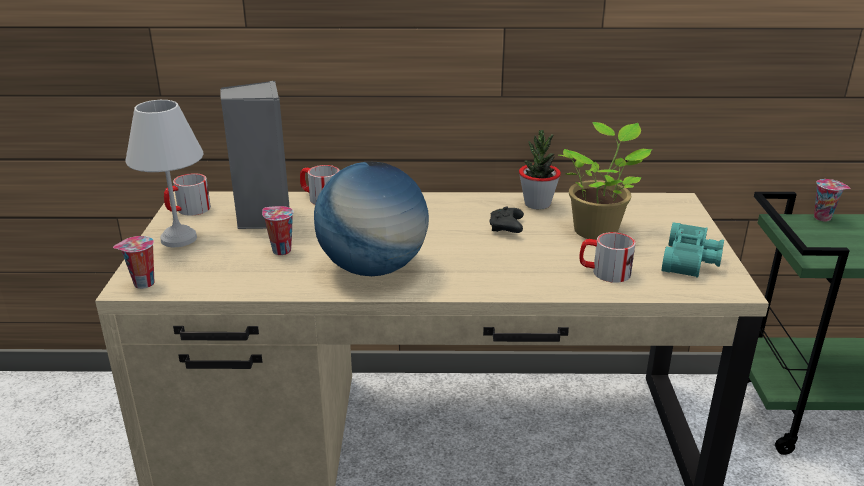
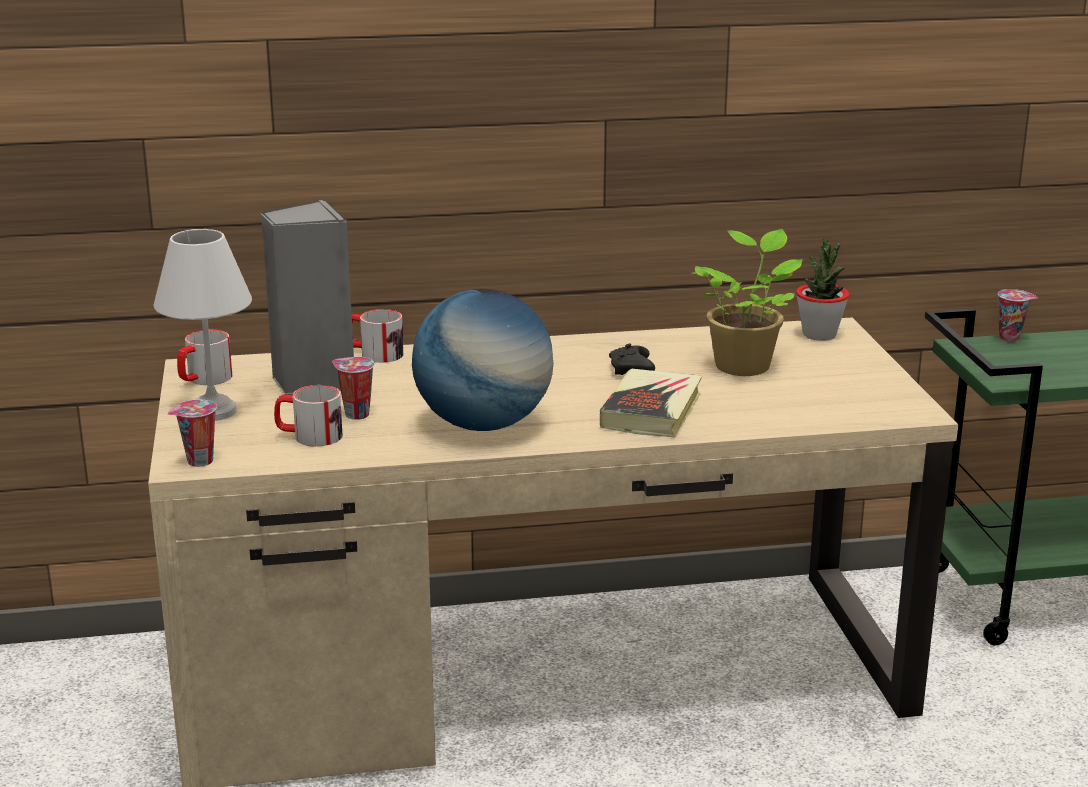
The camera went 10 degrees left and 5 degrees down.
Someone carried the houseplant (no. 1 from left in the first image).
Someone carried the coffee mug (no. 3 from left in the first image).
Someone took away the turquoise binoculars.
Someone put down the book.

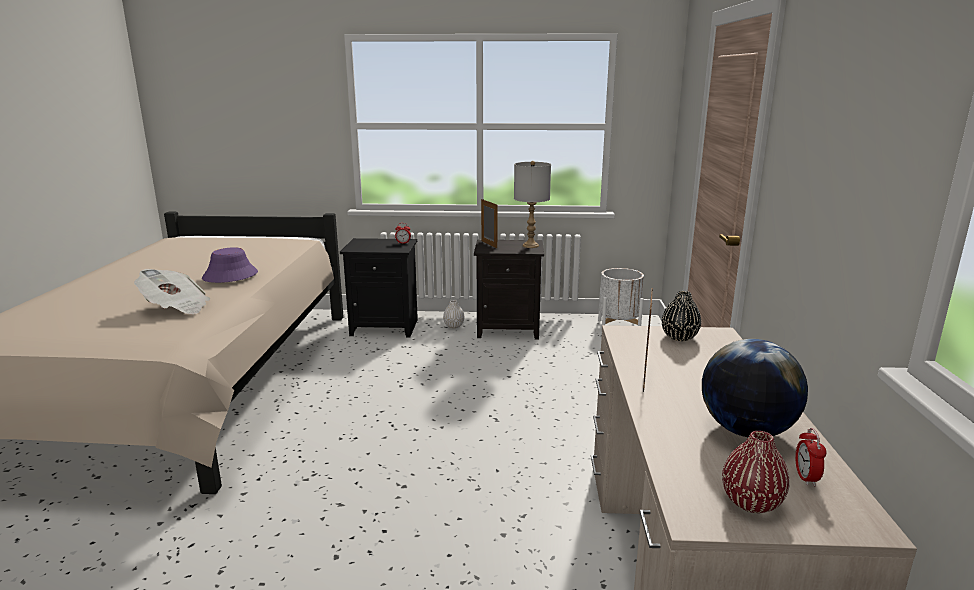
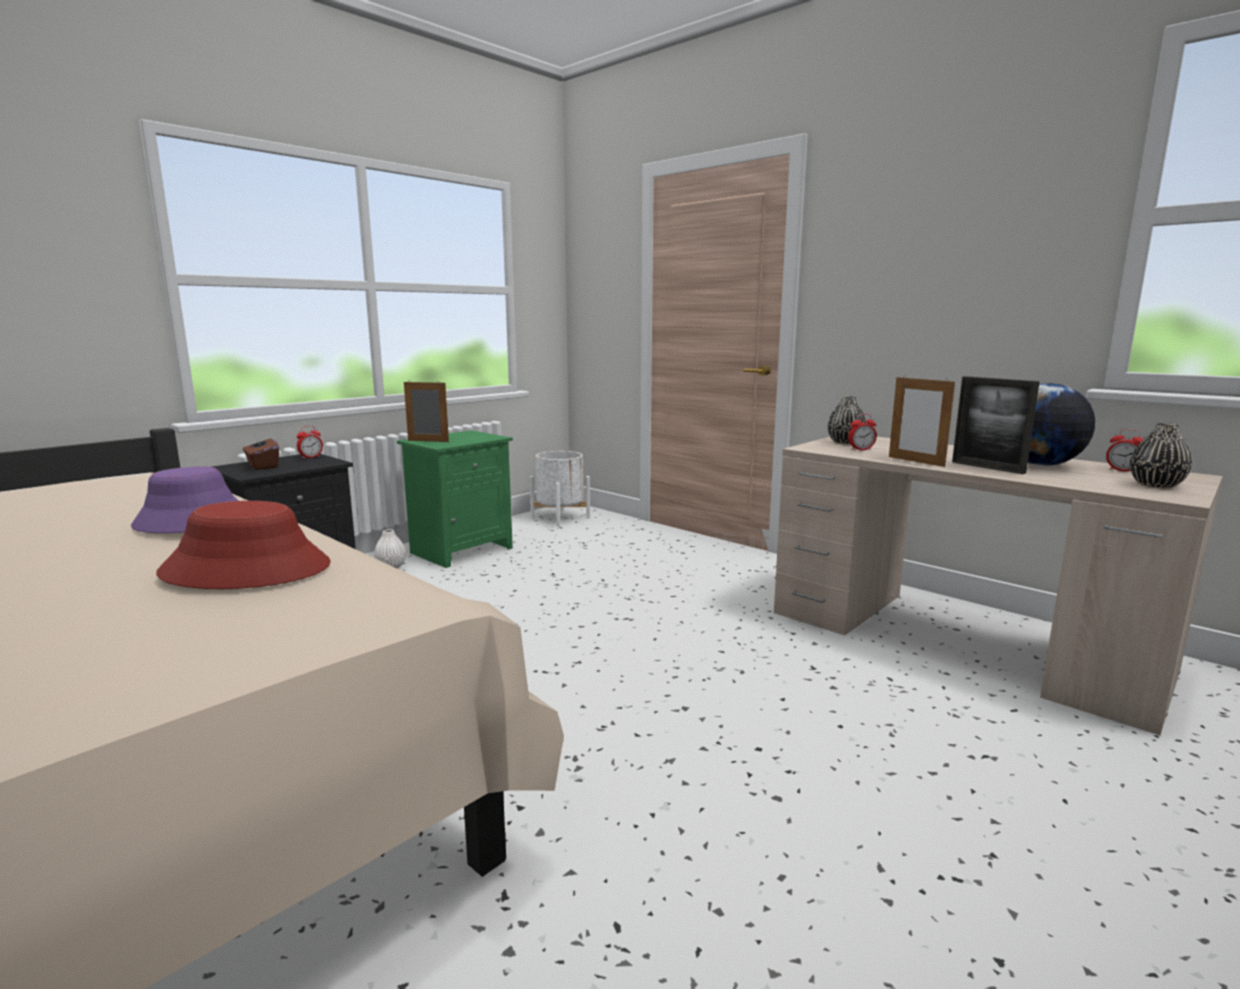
The camera went 50 degrees left and 5 degrees down.
Someone swapped the printed paper for the red-coloured hat.
Someone repainted the black bedside table (no. 2 from left), which became the greenish bedside table.
Someone took away the gray lamp for a table.
Someone repainted the red-coloured decorative vase, which became the black decorative vase (no. 2 from left).
Someone put down the brown-coloured tissue box.
Someone put down the alarm clock (no. 2 from left).
Someone put down the photo frame (no. 3 from left).

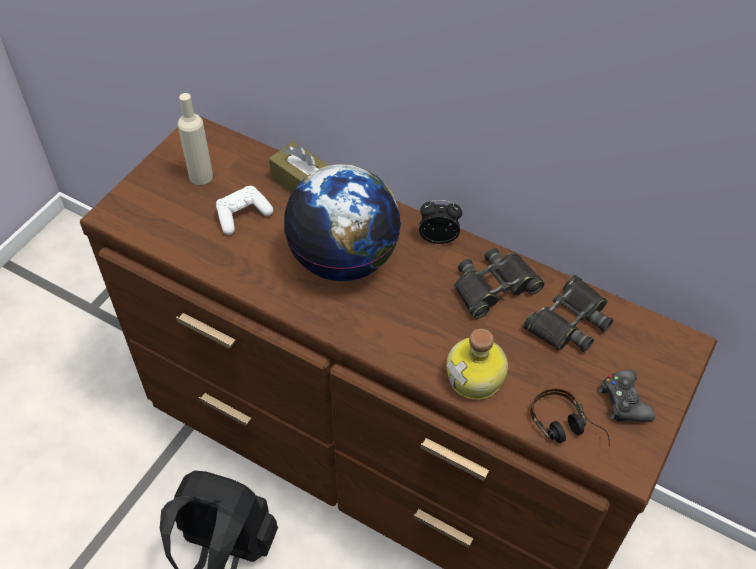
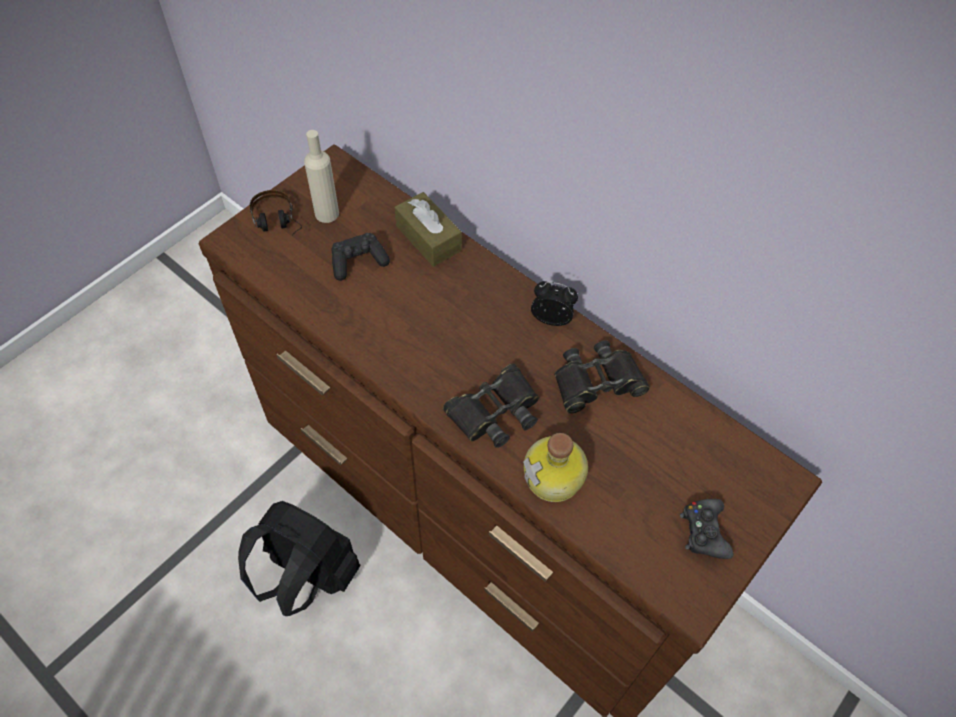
The camera went 10 degrees right and 5 degrees up.
Someone repainted the white game controller, which became the black game controller (no. 1 from left).
Someone took away the world globe.
Someone carried the black binoculars (no. 2 from left in the first image).
Someone carried the pair of headphones.

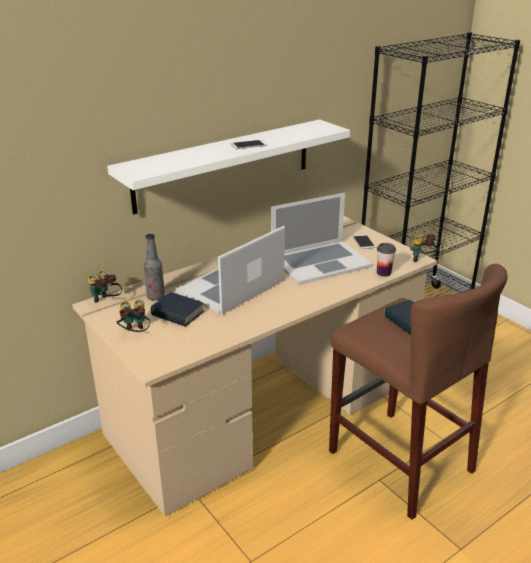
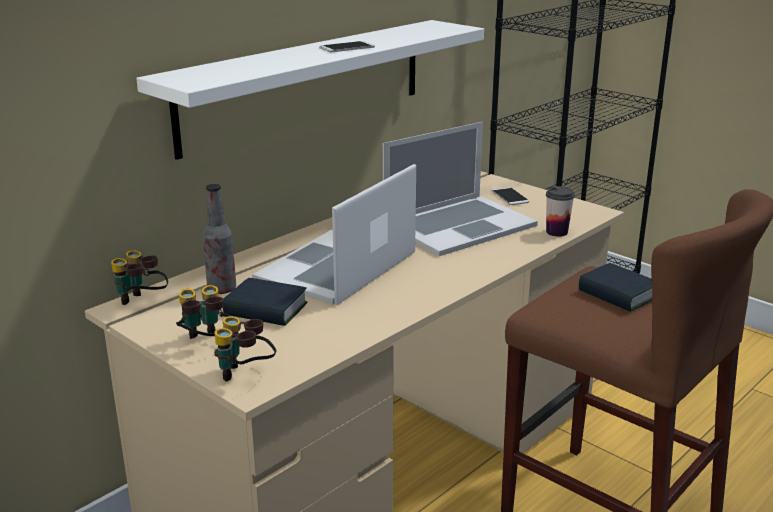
The camera went 10 degrees left and 5 degrees down.
Someone carried the binoculars (no. 3 from left).

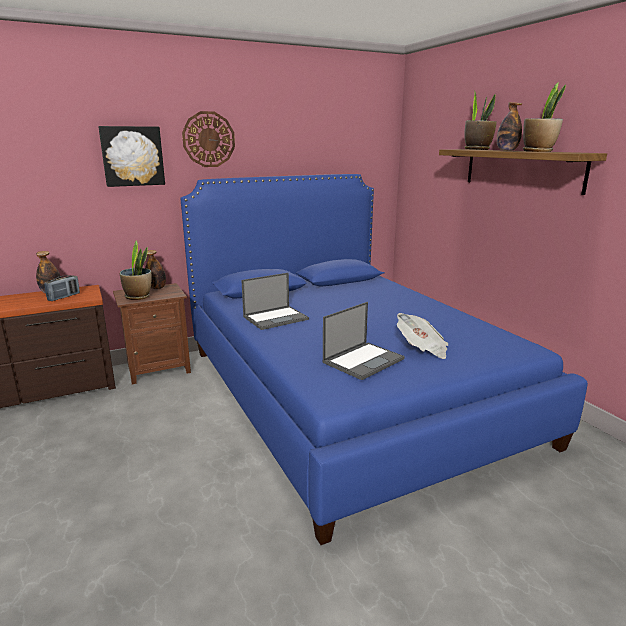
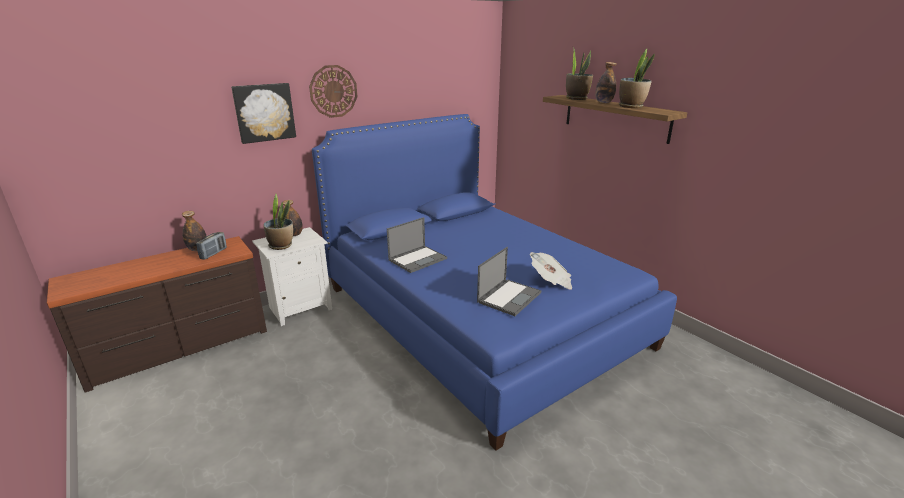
The camera went 10 degrees left and 5 degrees up.
Someone repainted the brown-coloured bedside table, which became the white bedside table.

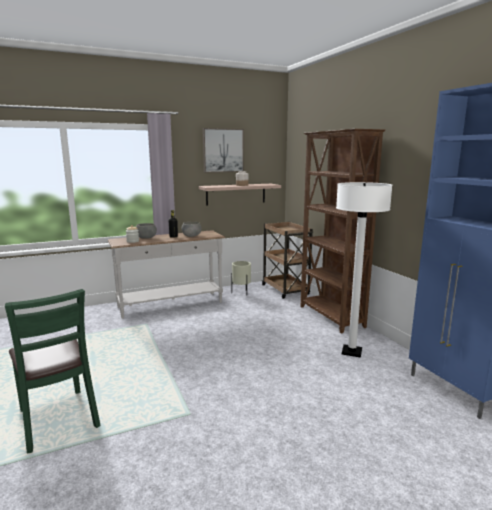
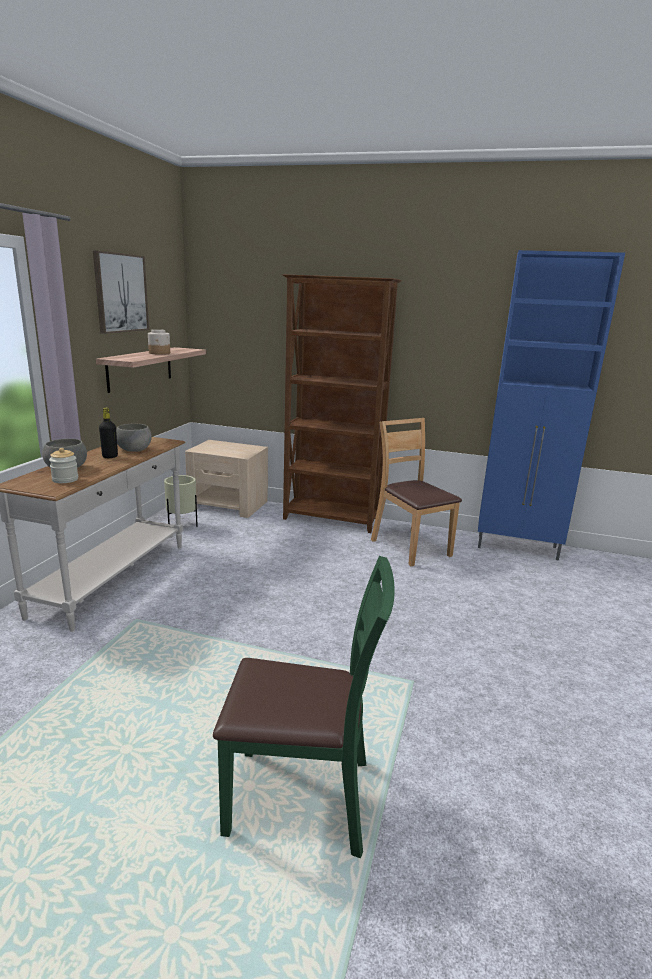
The camera went 50 degrees left and 5 degrees up.
Someone swapped the brown-coloured cart for the beige-coloured bedside table.
Someone swapped the white standing lamp for the brown-coloured upright chair.

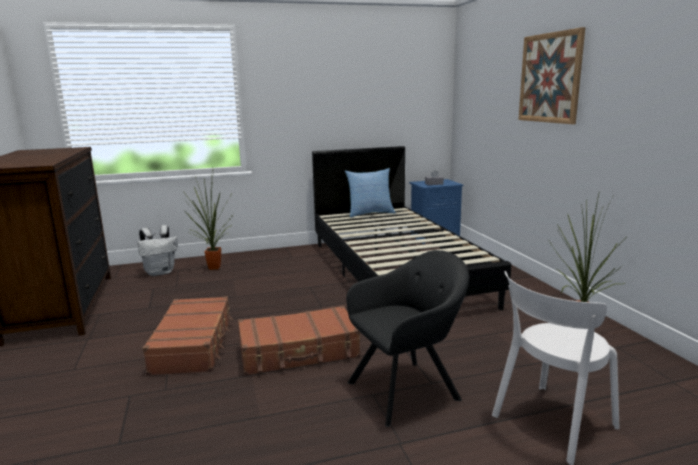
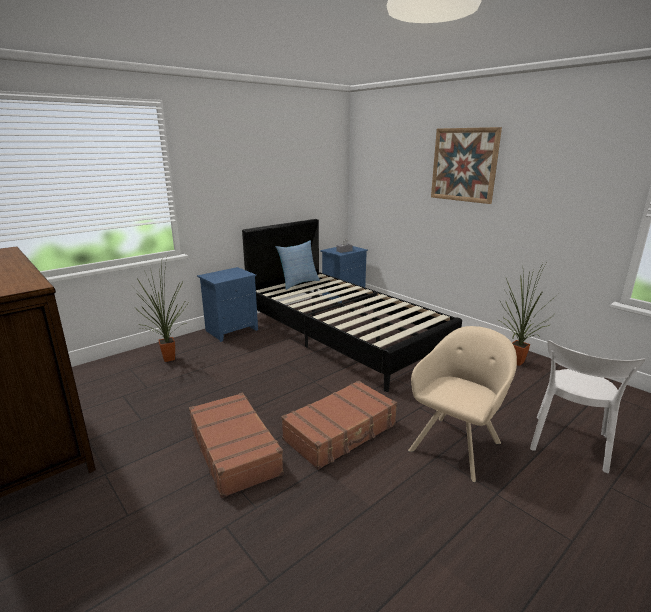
The camera went 25 degrees left and 5 degrees up.
Someone took away the white backpack.
Someone repainted the black easy chair, which became the beige-coloured easy chair.
Someone put down the blue bedside table (no. 1 from left).

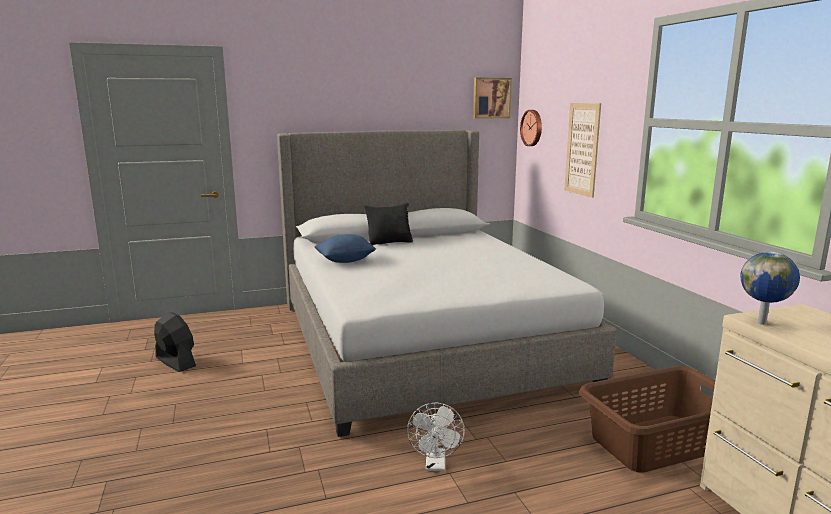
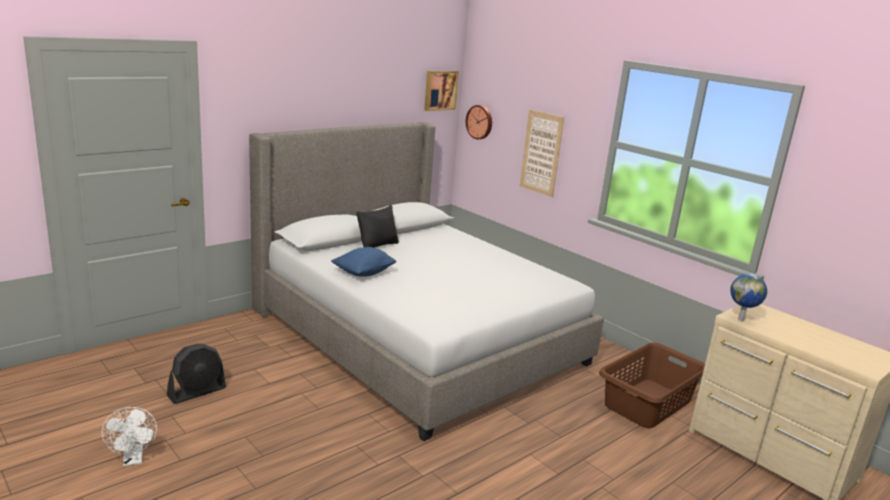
The camera went 25 degrees left and 5 degrees up.
Someone rotated the black cooling fan by 120 degrees clockwise.
Someone carried the white cooling fan.

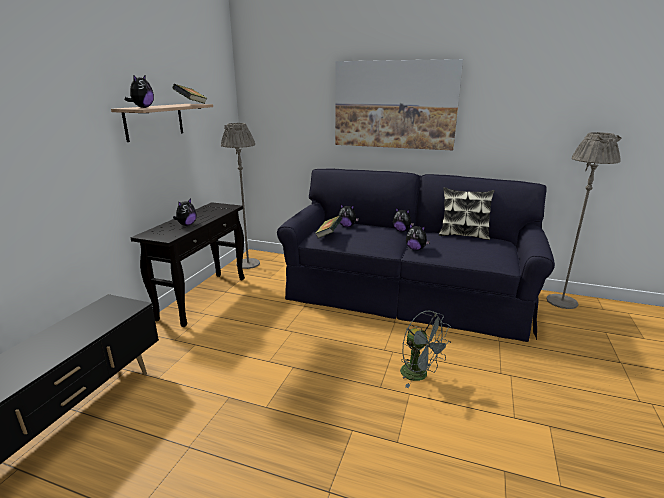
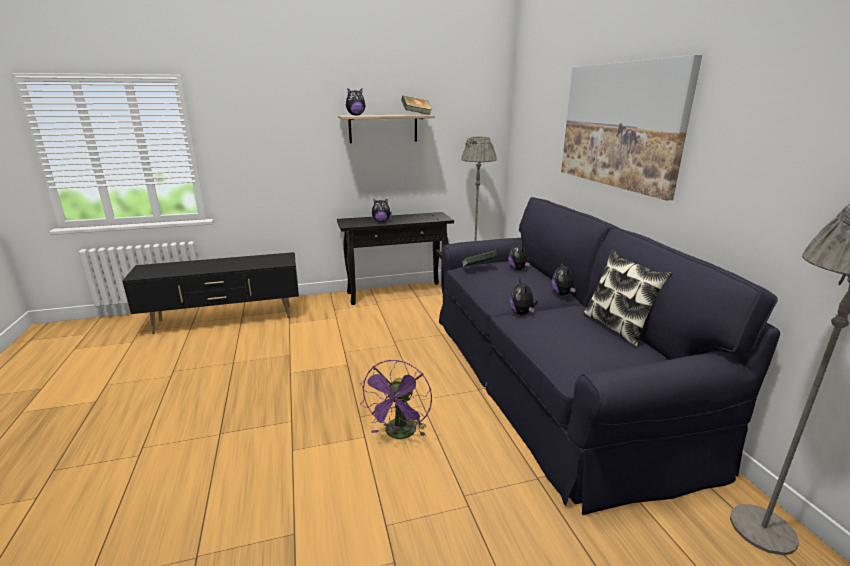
The camera went 55 degrees right and 0 degrees up.
Someone repainted the gray cooling fan, which became the purple cooling fan.

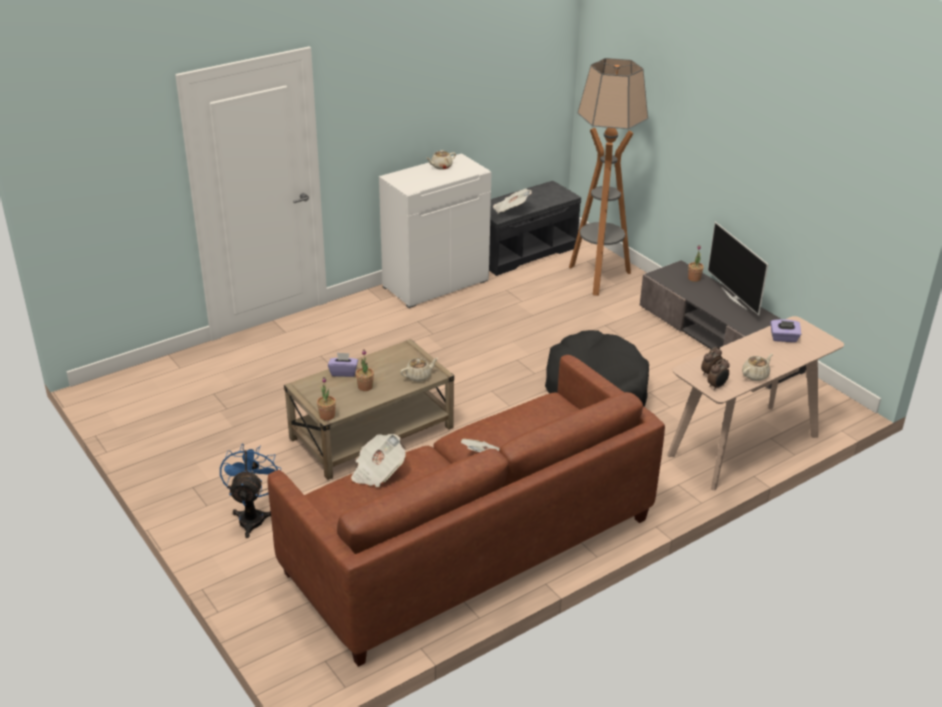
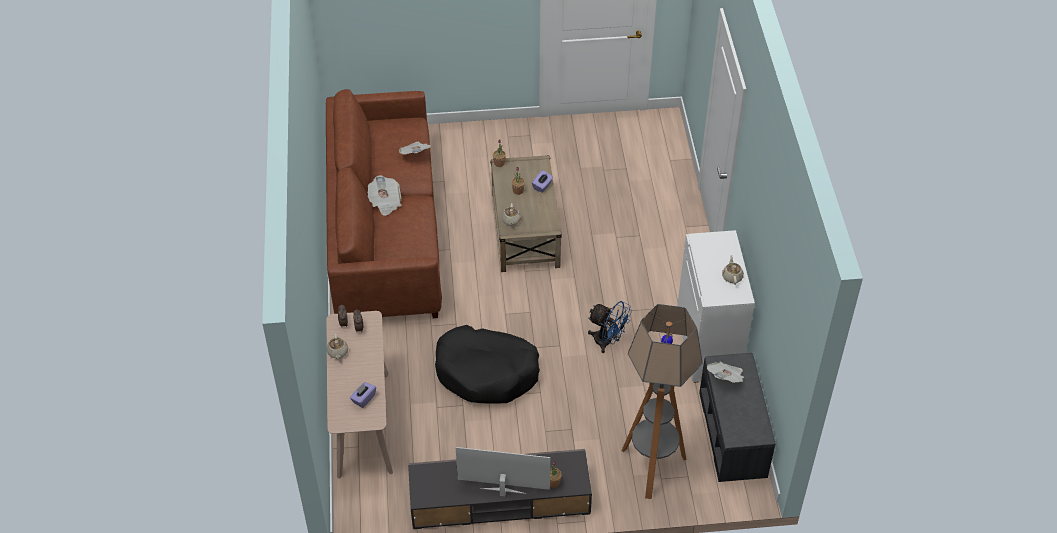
The camera went 120 degrees right and 15 degrees up.
Someone carried the blue cooling fan.

